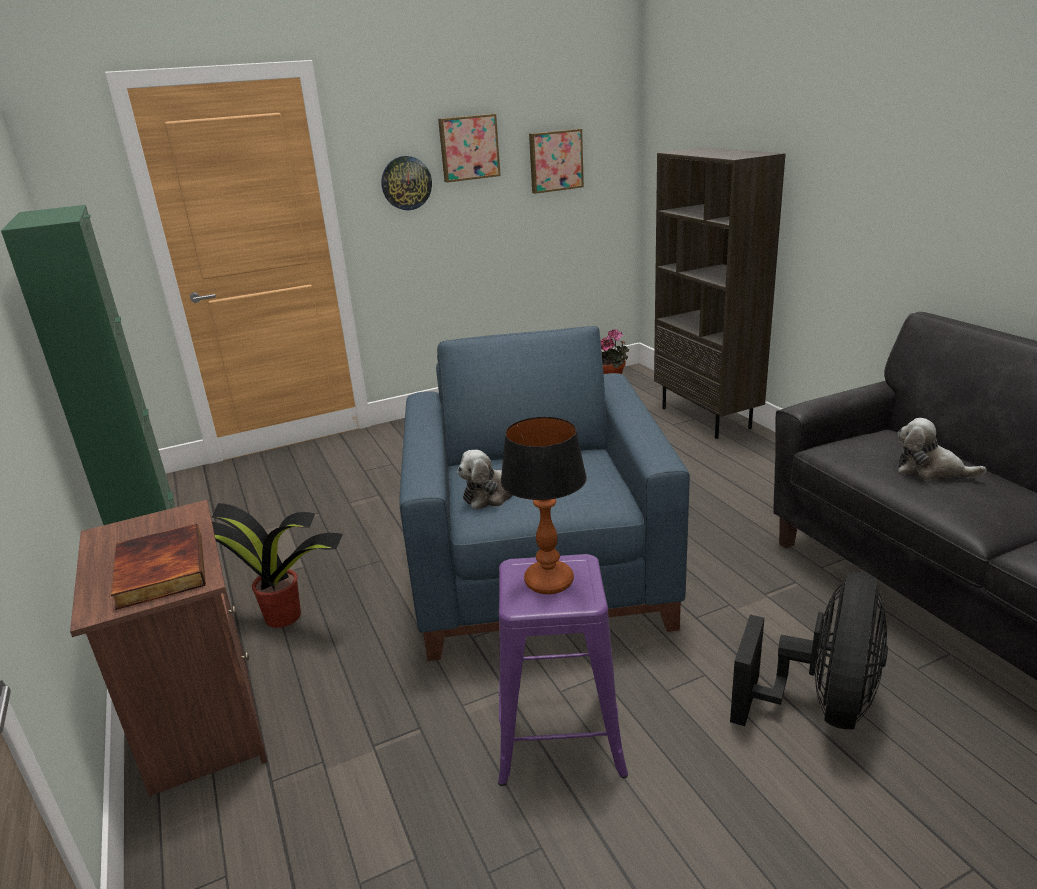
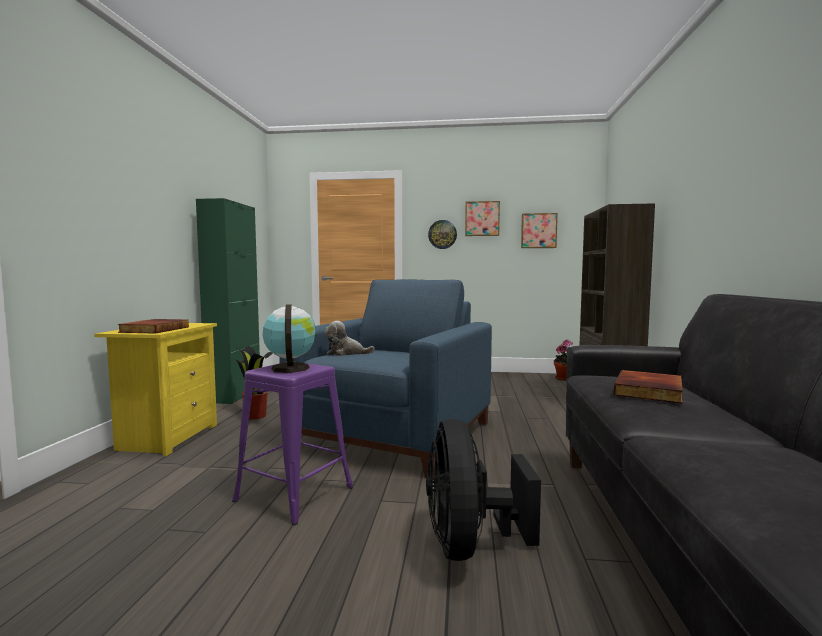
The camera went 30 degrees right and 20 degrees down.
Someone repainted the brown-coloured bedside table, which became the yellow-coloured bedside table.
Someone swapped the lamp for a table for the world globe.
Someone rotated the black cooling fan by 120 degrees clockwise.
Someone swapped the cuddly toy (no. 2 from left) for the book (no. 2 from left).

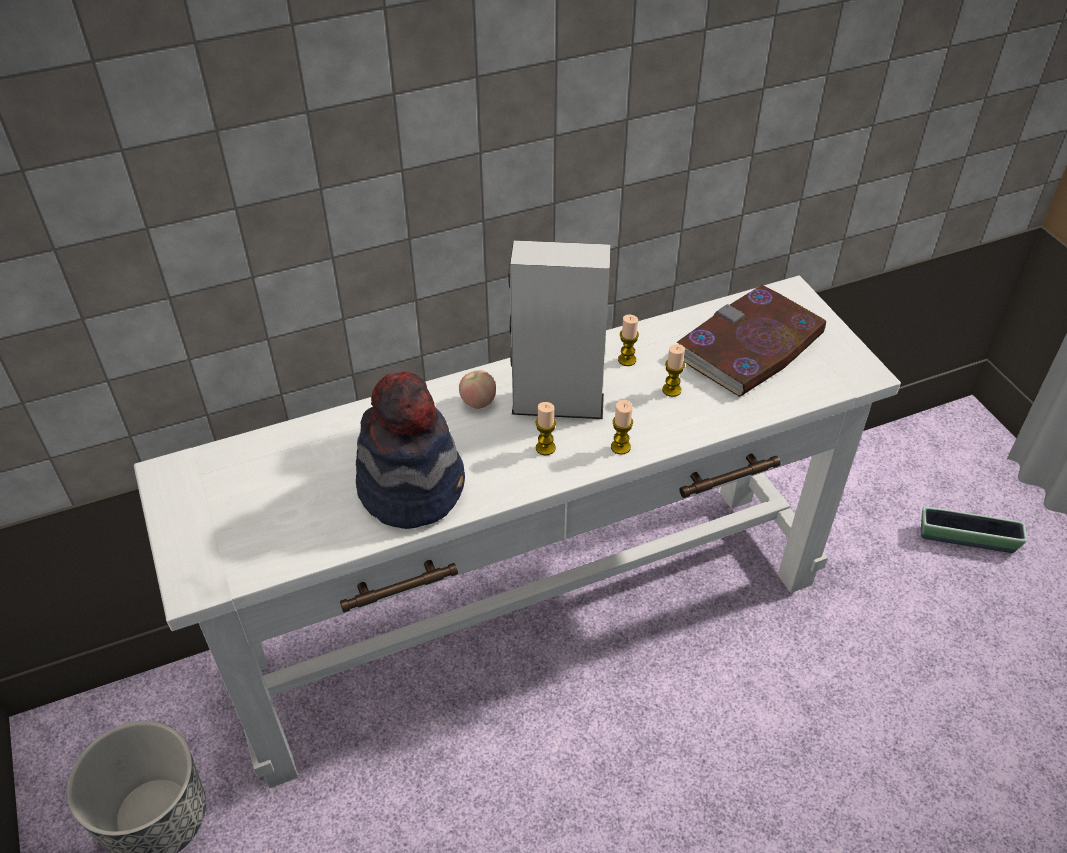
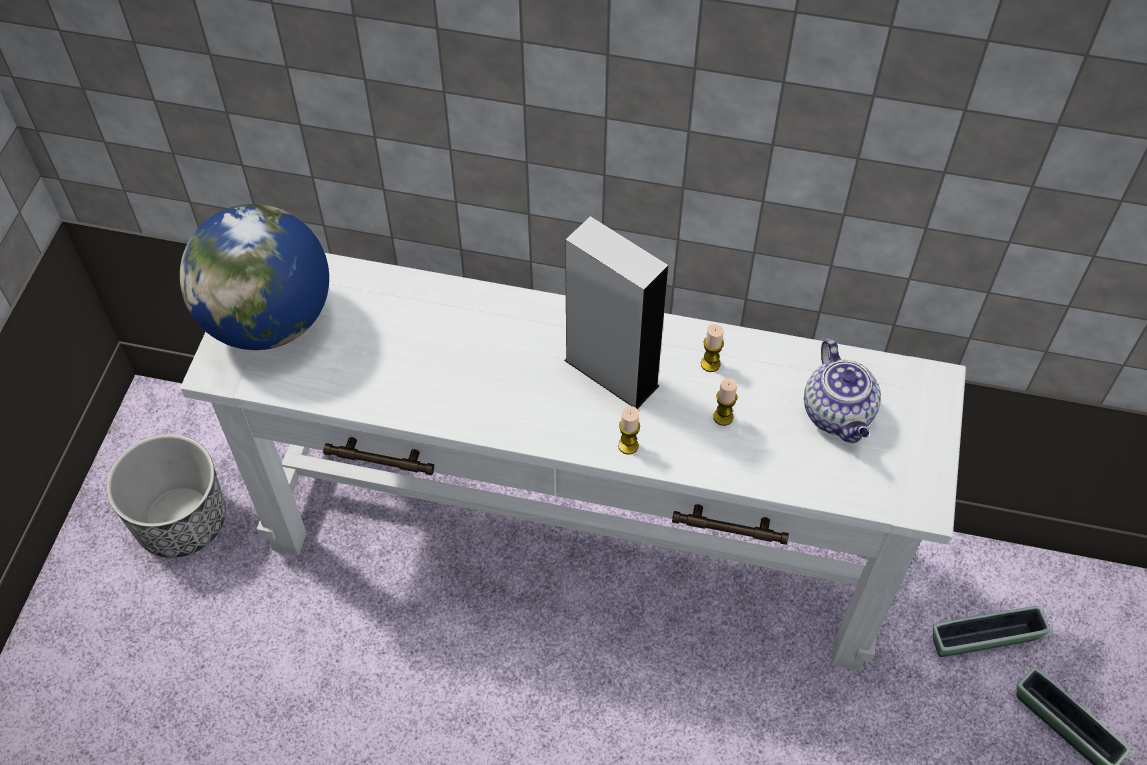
The camera went 35 degrees right and 10 degrees up.
Someone took away the hat.
Someone took away the whole apple.
Someone took away the wax candle (no. 1 from left).
Someone swapped the book for the tea pot.
Someone put down the world globe.
Someone put down the planter (no. 2 from left).

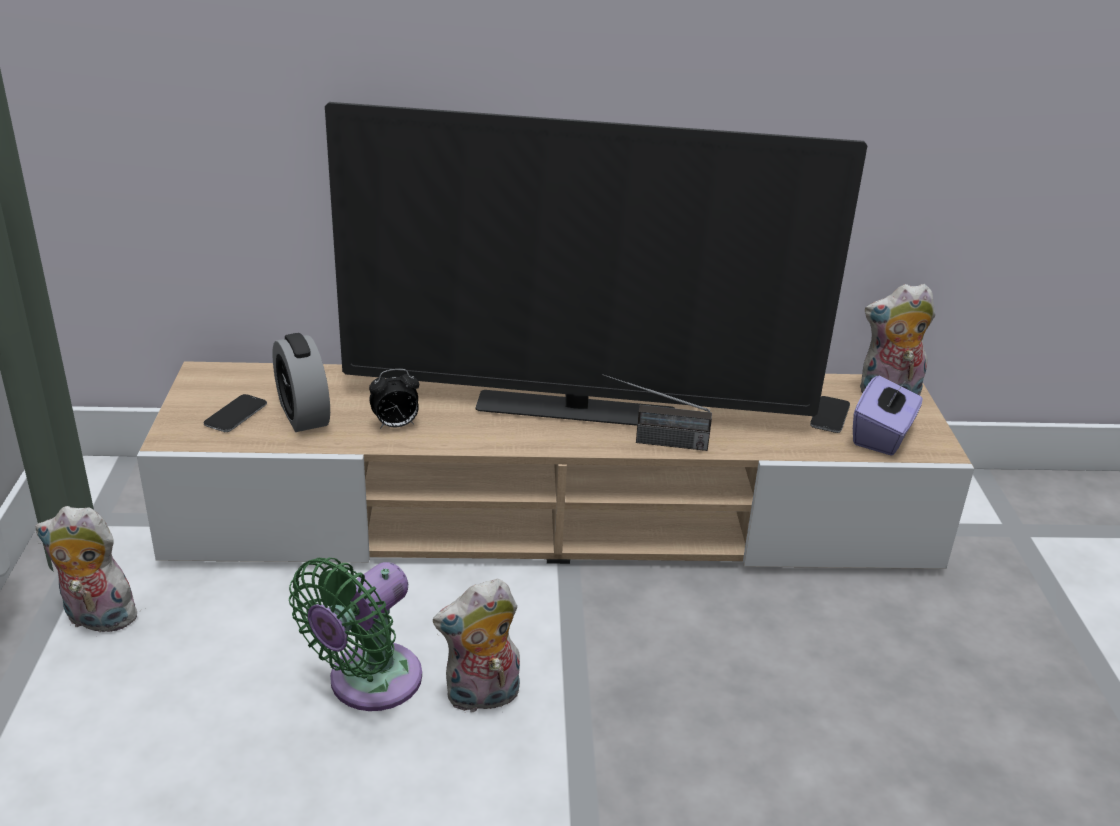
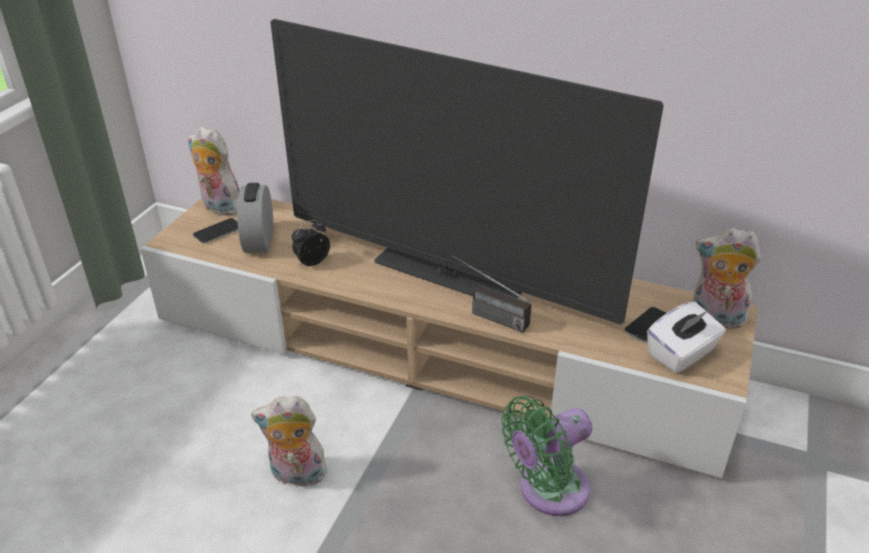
The camera went 25 degrees right and 5 degrees up.
Someone carried the cuddly toy (no. 1 from left).
Someone carried the greenish cooling fan.
Someone rotated the alarm clock (no. 2 from left) by 135 degrees clockwise.
Someone repainted the purple tissue box, which became the white tissue box.

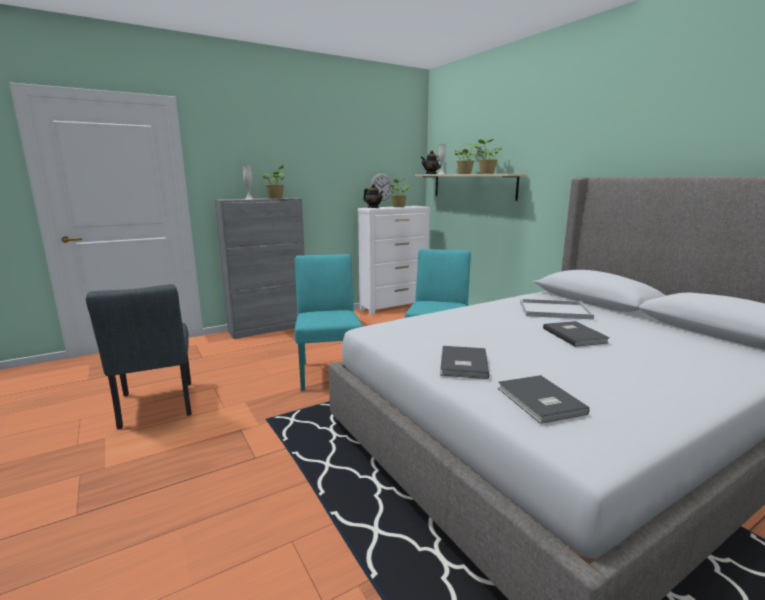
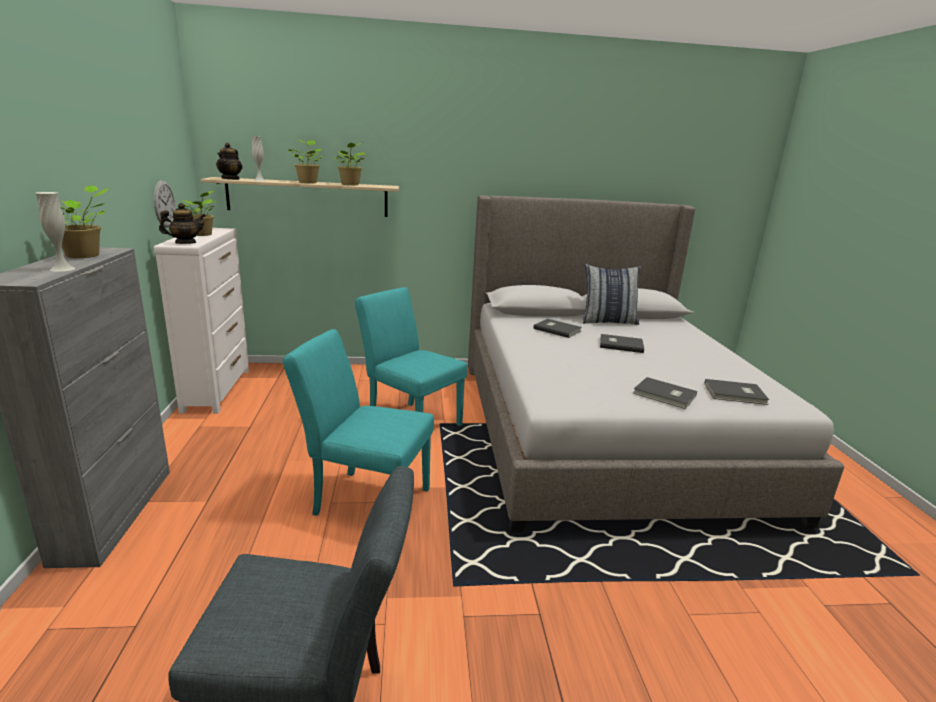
The camera went 65 degrees left and 5 degrees up.
Someone swapped the white carrying tray for the gray book (no. 1 from left).
Someone put down the throw pillow.

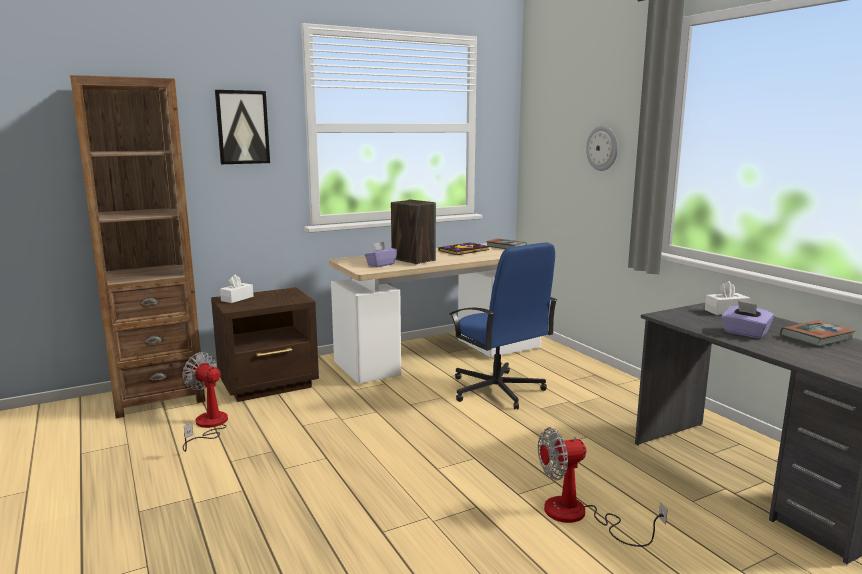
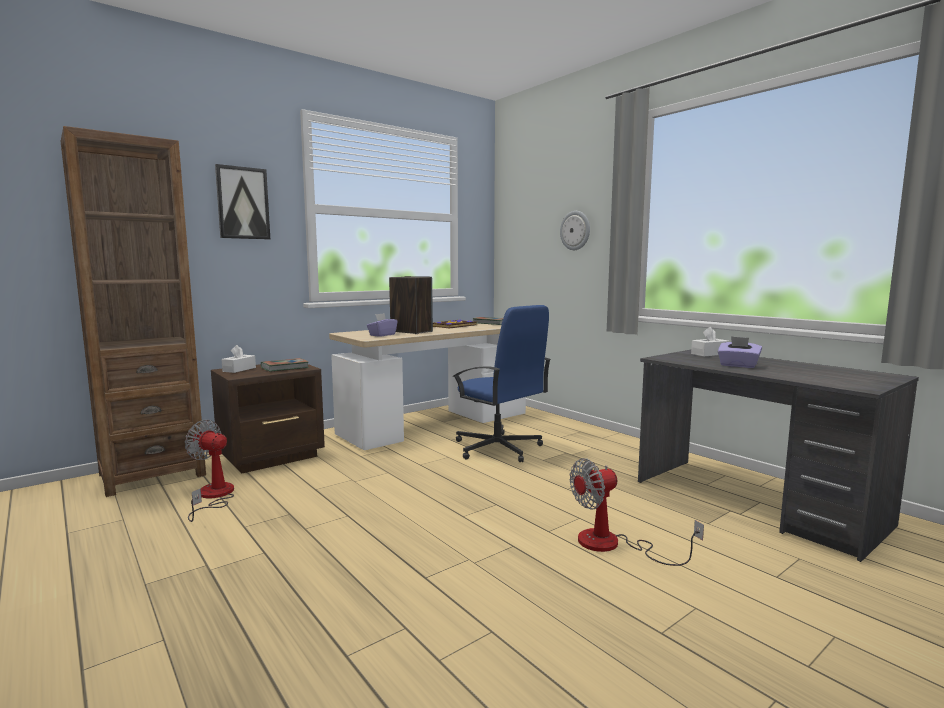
The camera went 10 degrees left and 5 degrees down.
Someone carried the book (no. 3 from left in the first image).

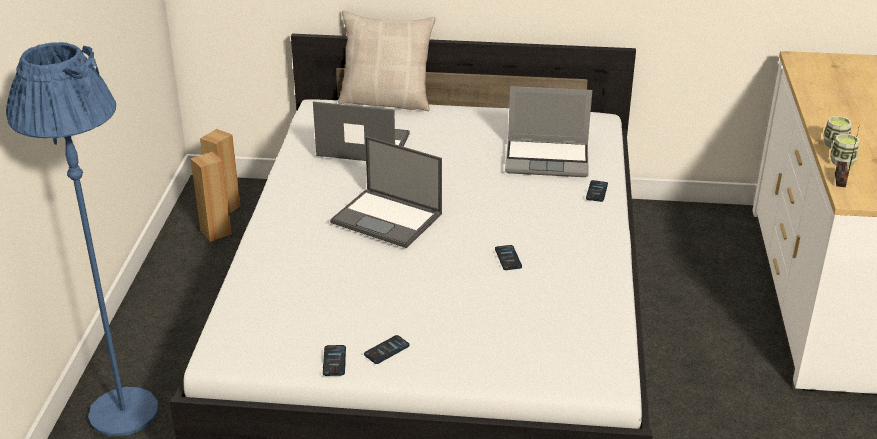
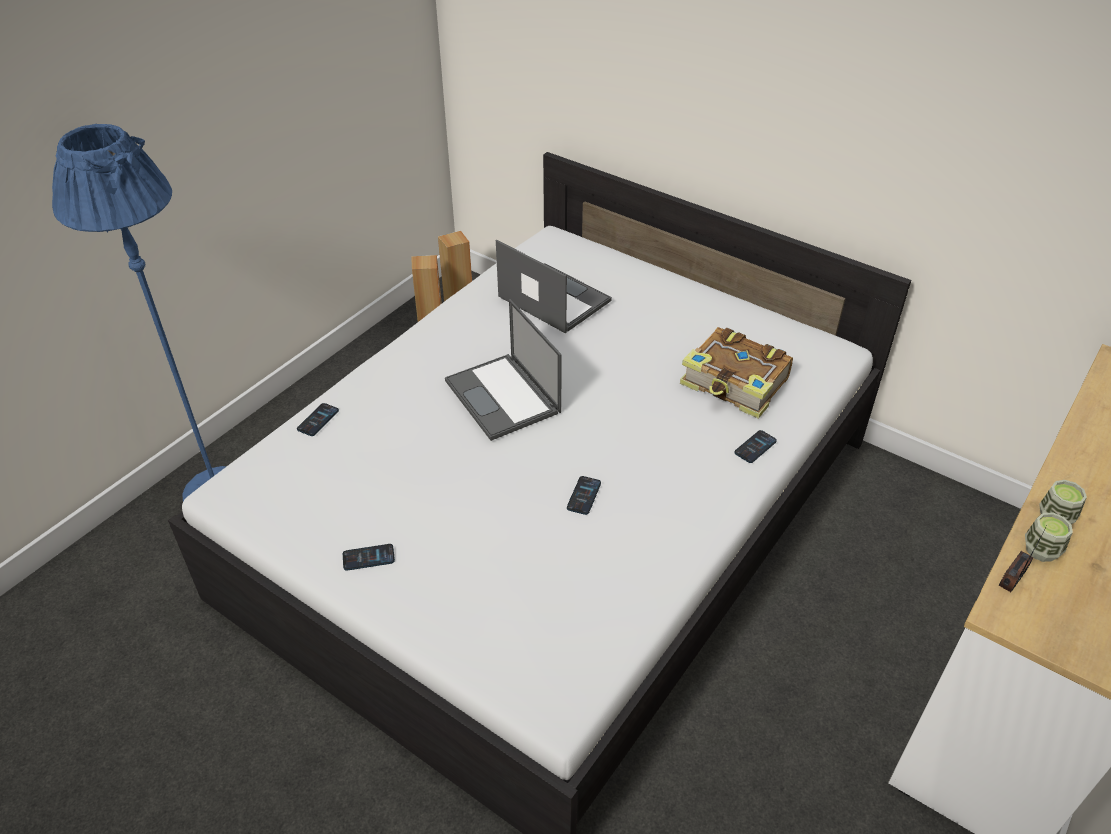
The camera went 30 degrees right and 10 degrees up.
Someone carried the phone (no. 1 from left).
Someone took away the beige-coloured throw pillow.
Someone swapped the laptop (no. 3 from left) for the book.

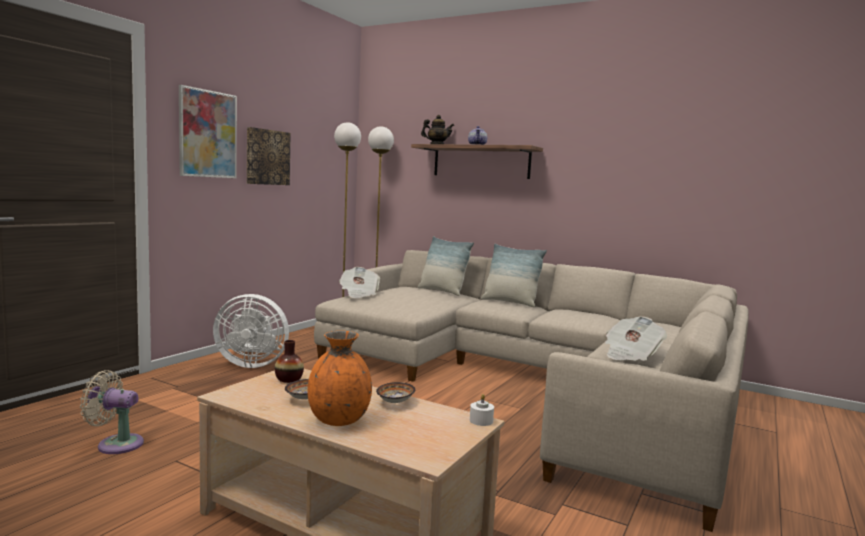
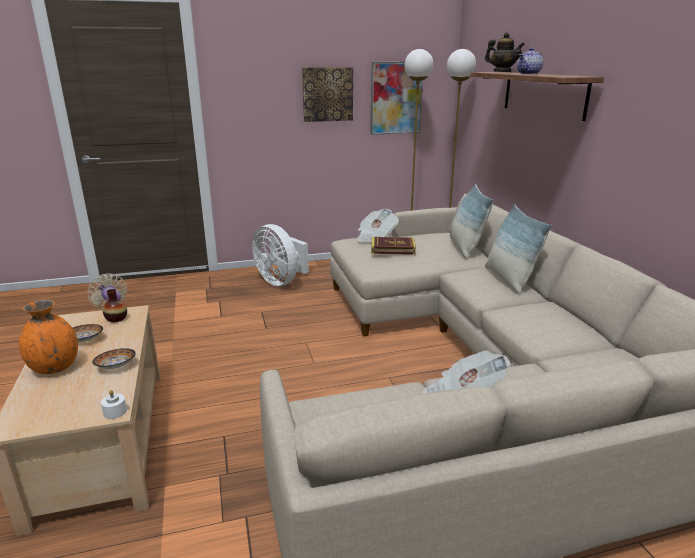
The camera went 45 degrees right and 15 degrees up.
Someone carried the wall picture (no. 1 from left in the first image).
Someone put down the book.

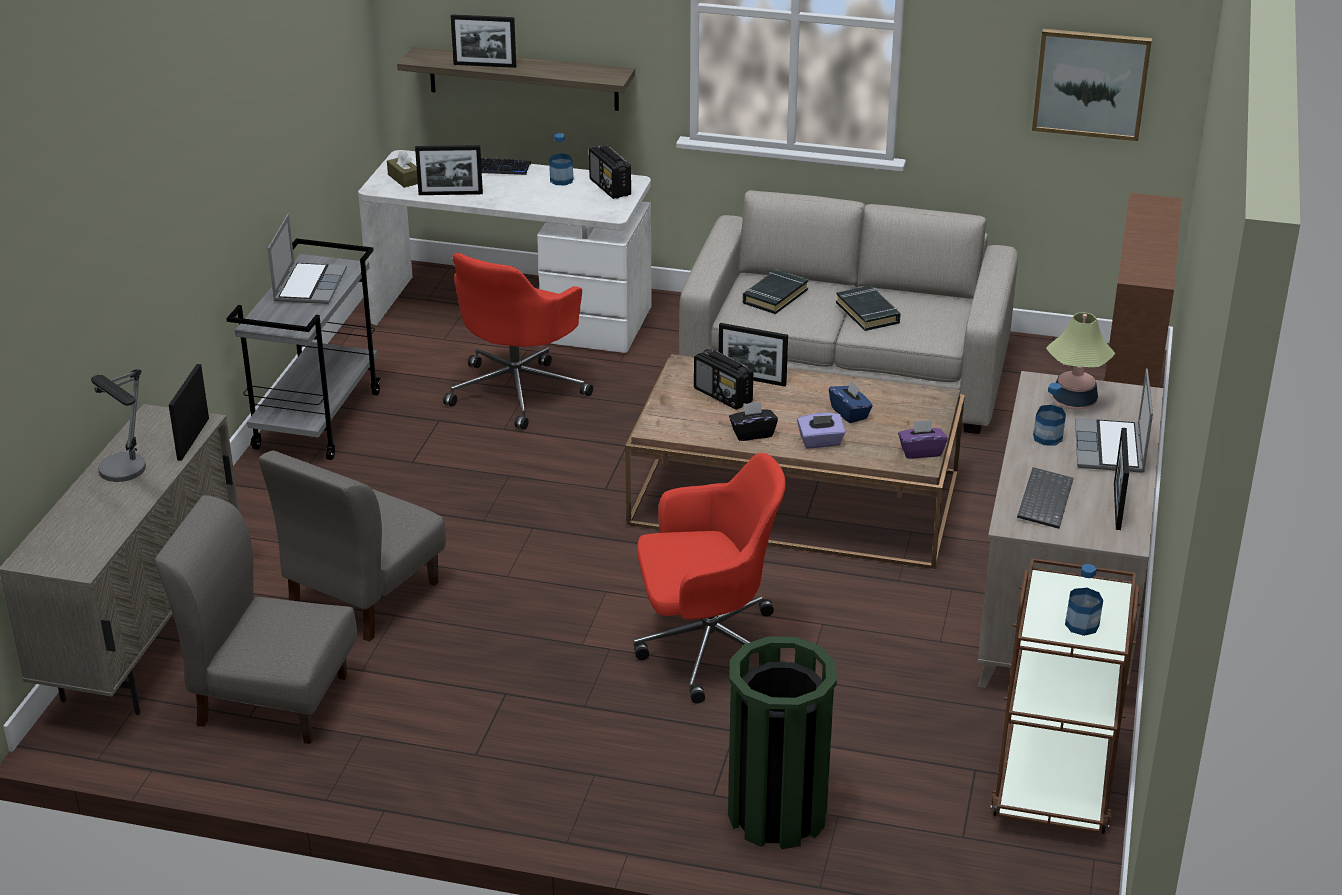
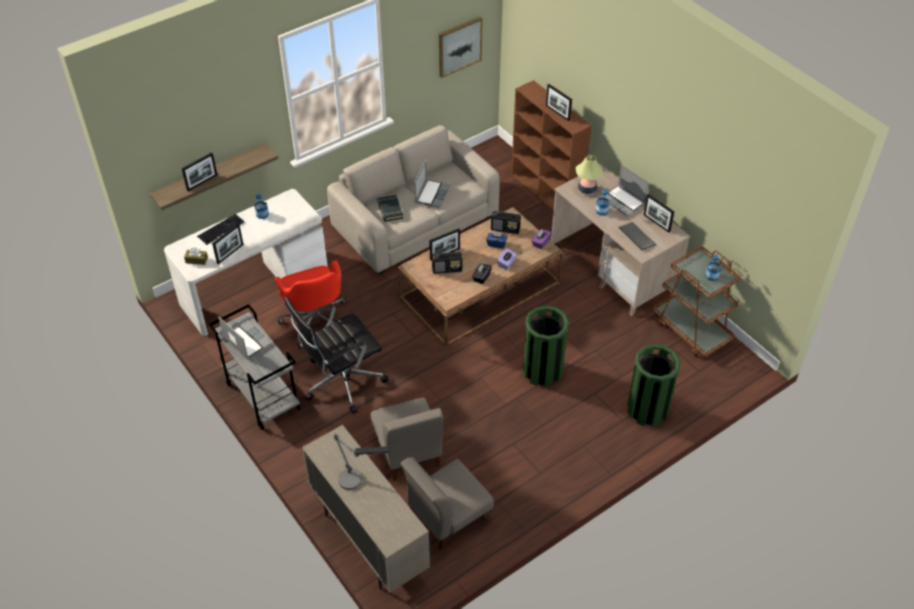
The camera went 50 degrees left and 15 degrees up.
Someone carried the photo frame (no. 1 from left in the first image).
Someone carried the radio receiver (no. 1 from left in the first image).
Someone swapped the red-coloured office chair (no. 2 from left) for the greenish rubbish bin (no. 1 from left).
Someone swapped the black book (no. 2 from left) for the laptop (no. 2 from left).
Someone put down the black office chair.

